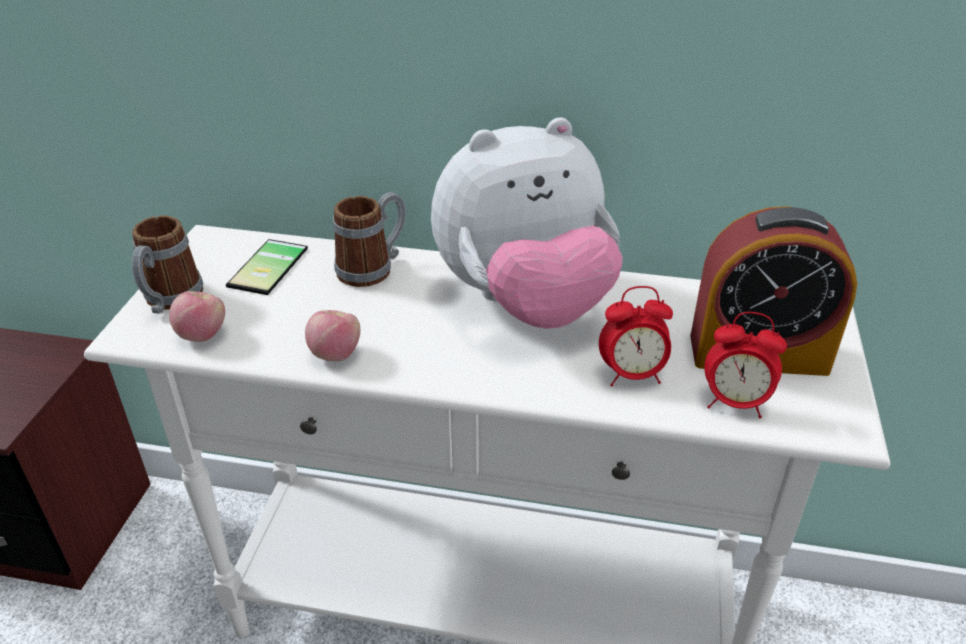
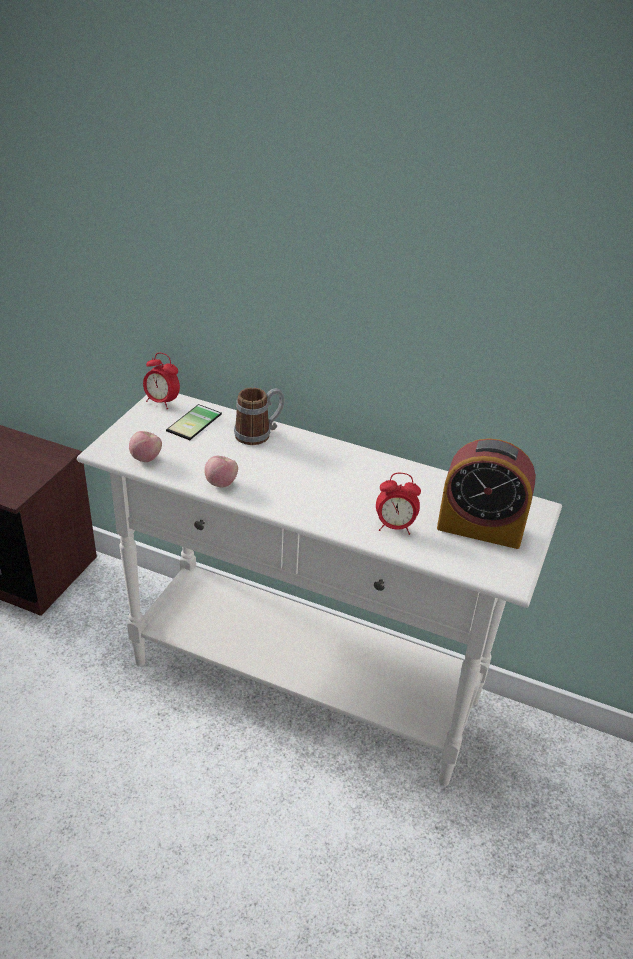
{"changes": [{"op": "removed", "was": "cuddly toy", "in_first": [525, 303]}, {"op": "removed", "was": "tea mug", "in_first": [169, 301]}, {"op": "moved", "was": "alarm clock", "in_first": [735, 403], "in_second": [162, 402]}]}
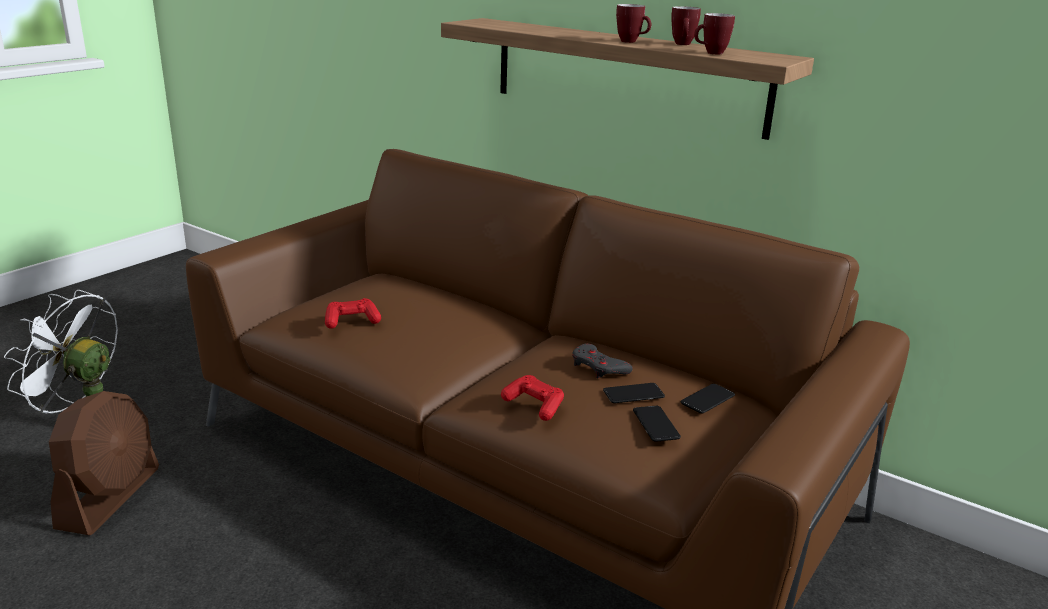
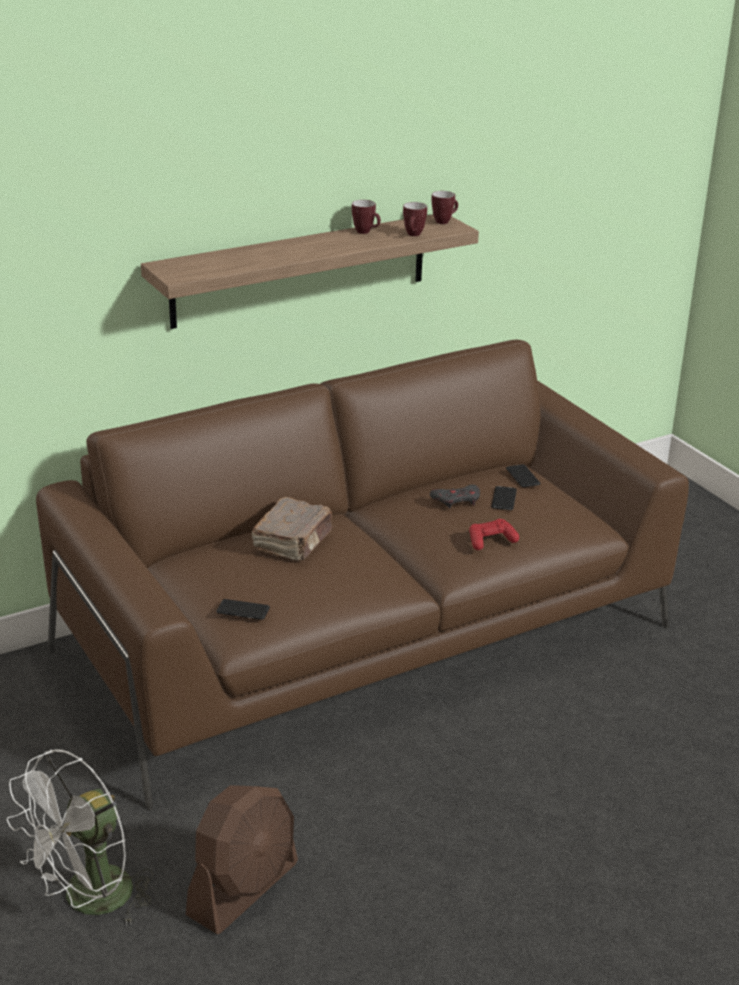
{"changes": [{"op": "moved", "was": "tea mug", "in_first": [632, 42], "in_second": [444, 221]}, {"op": "removed", "was": "reddish game controller", "in_first": [352, 321]}, {"op": "turned", "was": "brown-coloured electric fan", "in_first": [110, 497], "in_second": [243, 889], "clockwise": 90}, {"op": "moved", "was": "telephone", "in_first": [656, 424], "in_second": [243, 610]}, {"op": "added", "now": "brown-coloured bound book", "in_second": [294, 542]}]}
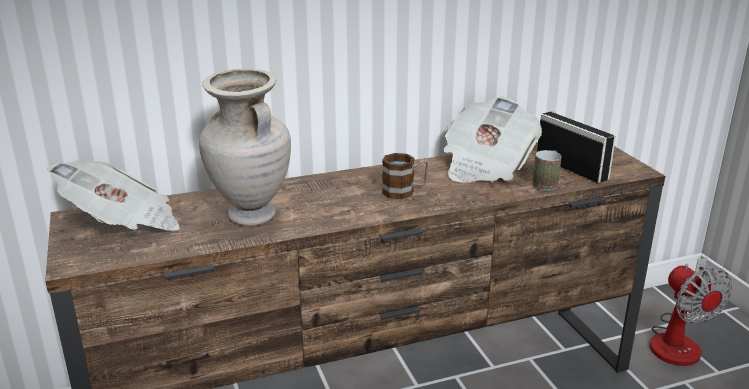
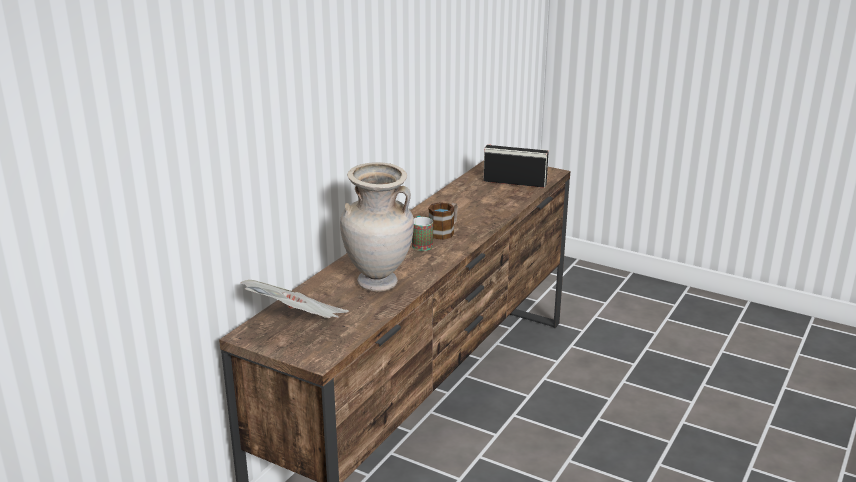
{"changes": [{"op": "removed", "was": "newspaper", "in_first": [485, 166]}, {"op": "moved", "was": "tea mug", "in_first": [546, 183], "in_second": [421, 244]}, {"op": "removed", "was": "electric fan", "in_first": [679, 340]}]}
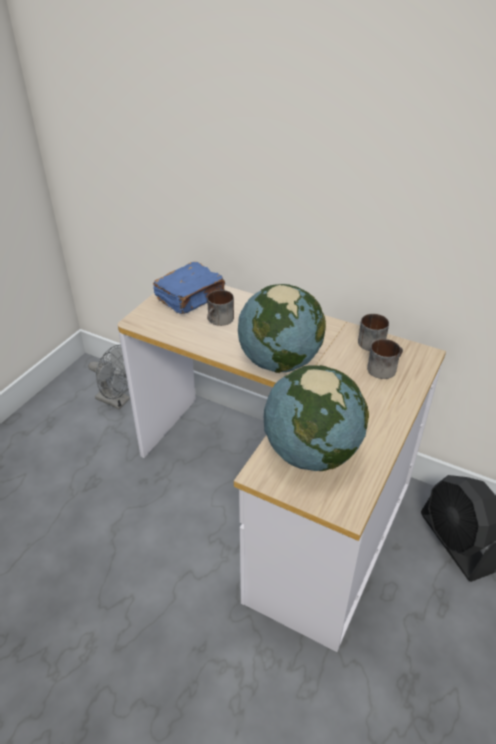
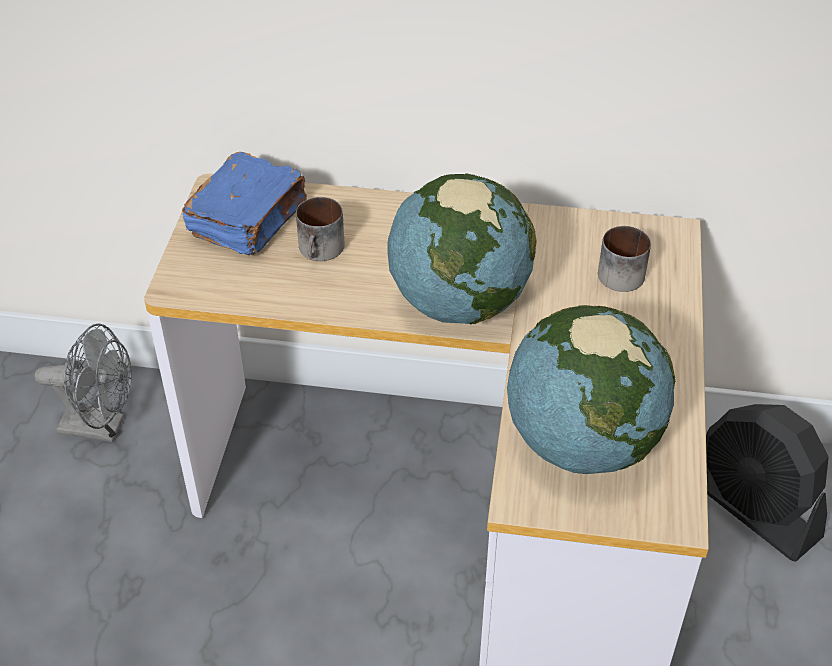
{"changes": [{"op": "removed", "was": "tea mug", "in_first": [369, 341]}]}
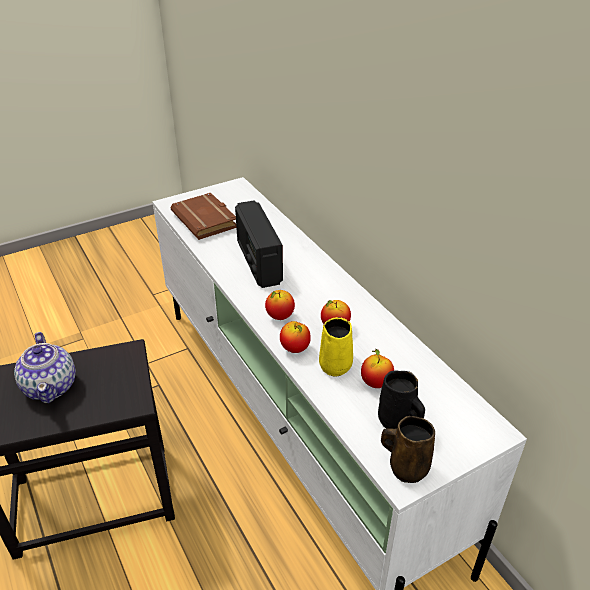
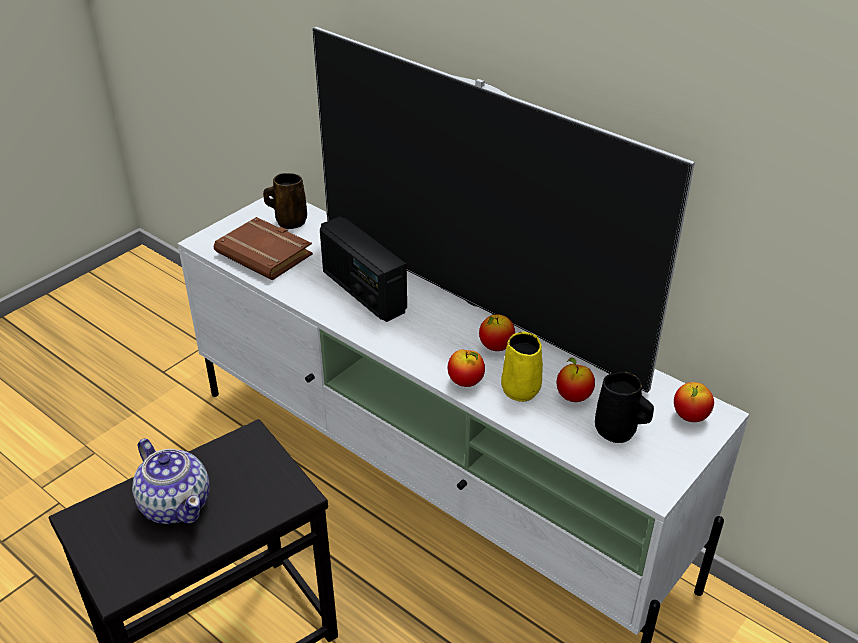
{"changes": [{"op": "moved", "was": "apple fruit", "in_first": [280, 316], "in_second": [690, 417]}, {"op": "moved", "was": "brown-coloured tea mug", "in_first": [406, 467], "in_second": [289, 221]}, {"op": "added", "now": "TV set", "in_second": [473, 302]}]}
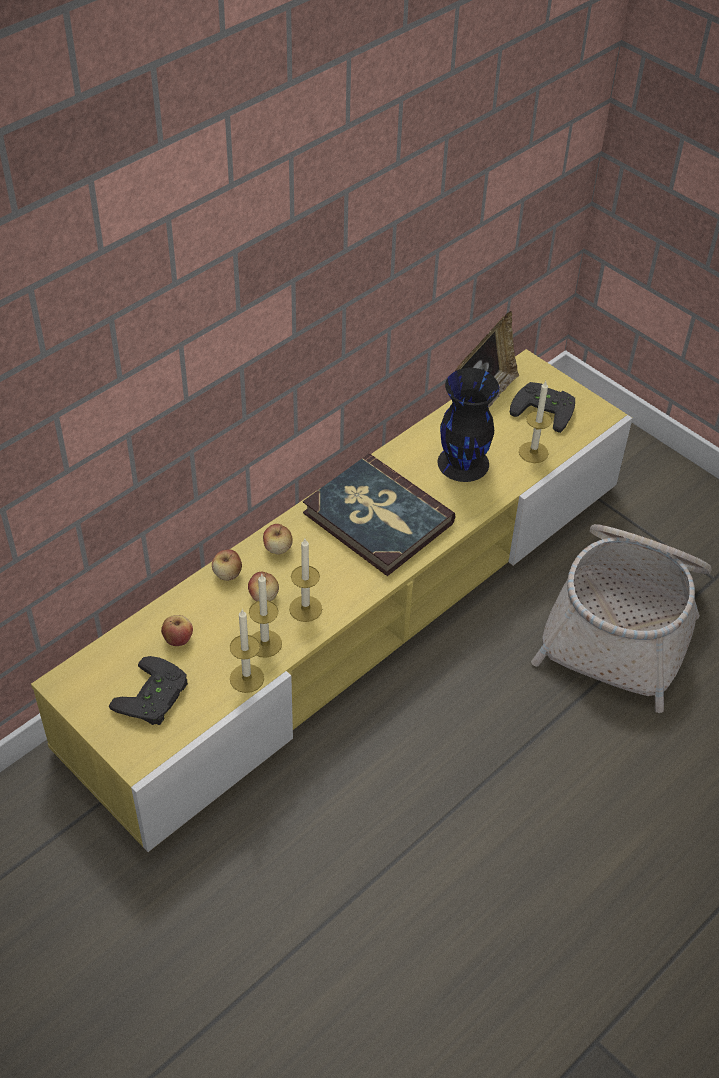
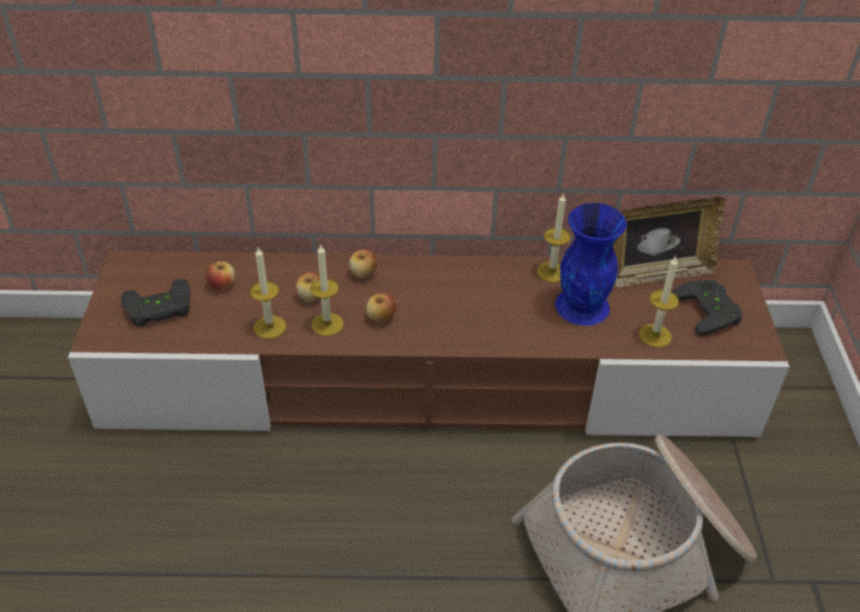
{"changes": [{"op": "recoloured", "was": "yellow tv unit", "now": "brown-coloured tv unit", "in_first": [358, 608], "in_second": [430, 381]}, {"op": "recoloured", "was": "blackish decorative vase", "now": "bluish decorative vase", "in_first": [464, 462], "in_second": [583, 306]}, {"op": "removed", "was": "bound book", "in_first": [377, 518]}, {"op": "moved", "was": "apple fruit", "in_first": [227, 574], "in_second": [381, 318]}, {"op": "moved", "was": "wax candle", "in_first": [246, 678], "in_second": [552, 272]}]}
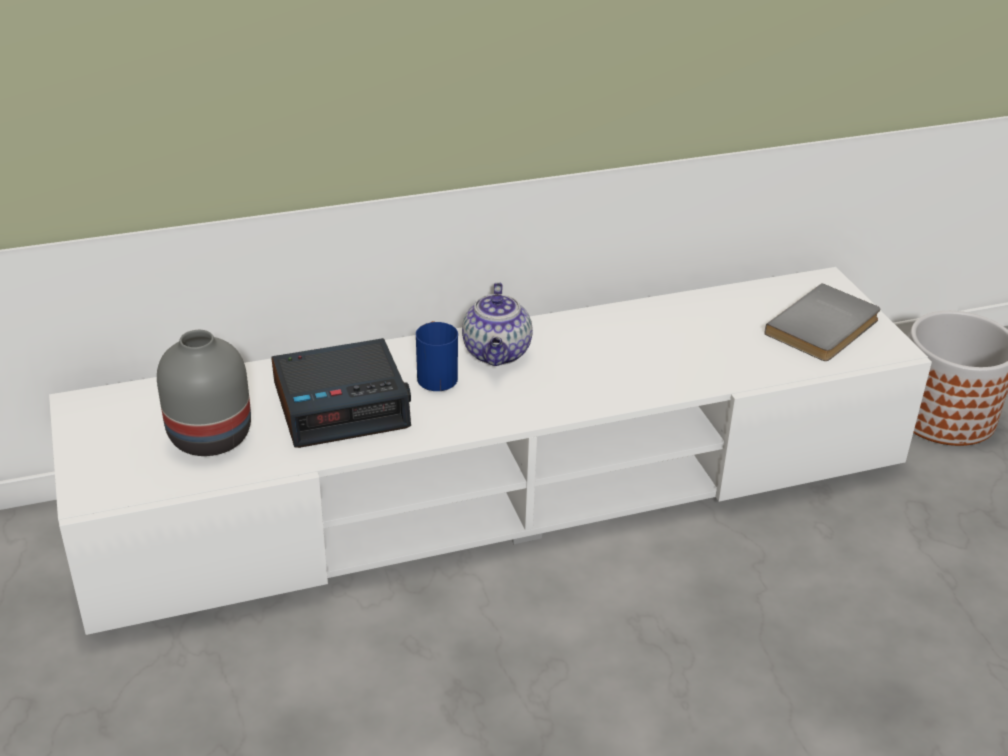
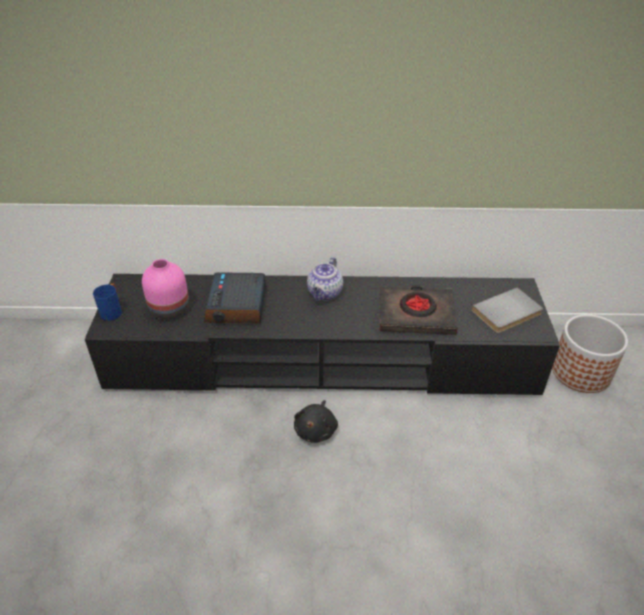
{"changes": [{"op": "recoloured", "was": "whitish tv unit", "now": "blackish tv unit", "in_first": [503, 487], "in_second": [323, 359]}, {"op": "moved", "was": "bluish tea mug", "in_first": [436, 375], "in_second": [112, 311]}, {"op": "recoloured", "was": "gray decorative vase", "now": "pinkish decorative vase", "in_first": [210, 438], "in_second": [169, 310]}, {"op": "turned", "was": "alarm clock", "in_first": [342, 405], "in_second": [237, 306], "clockwise": 90}, {"op": "added", "now": "blackish bound book", "in_second": [416, 315]}, {"op": "added", "now": "blackish cuddly toy", "in_second": [316, 430]}]}
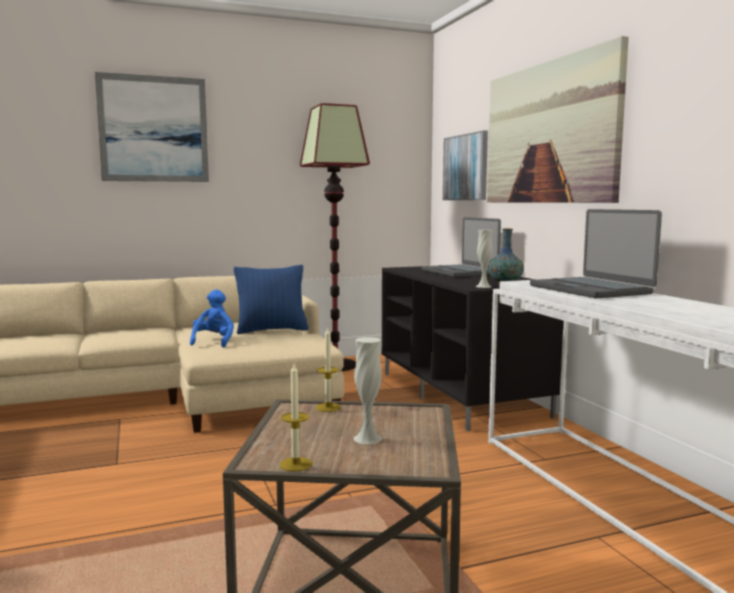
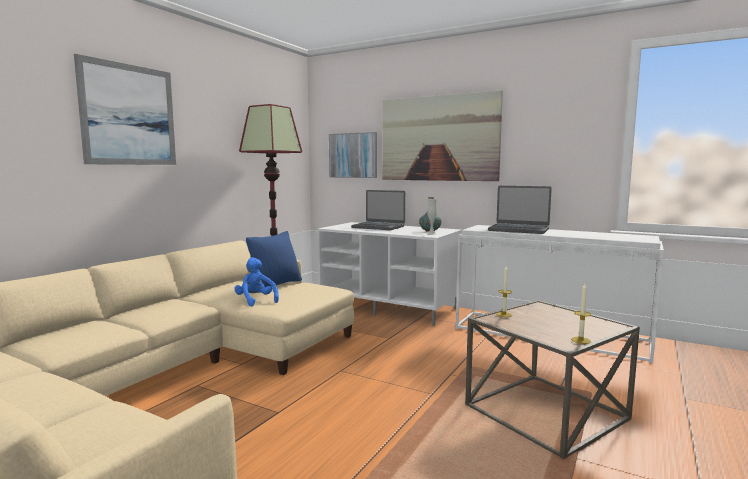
{"changes": [{"op": "recoloured", "was": "blackish tv unit", "now": "whitish tv unit", "in_first": [462, 394], "in_second": [390, 307]}, {"op": "removed", "was": "whitish decorative vase", "in_first": [368, 438]}]}
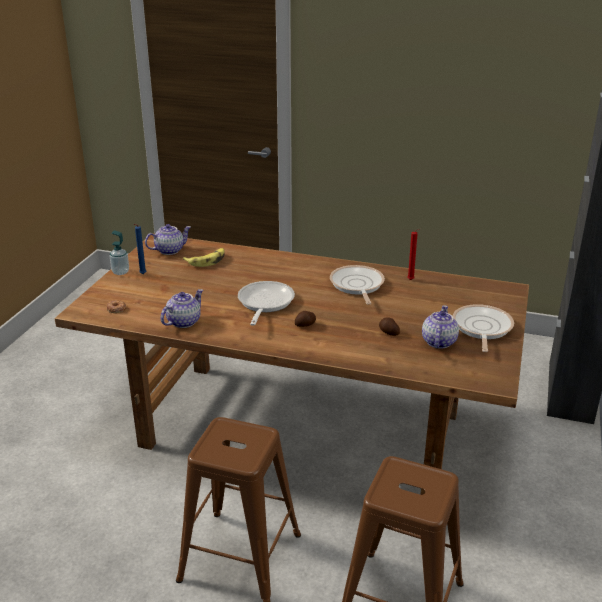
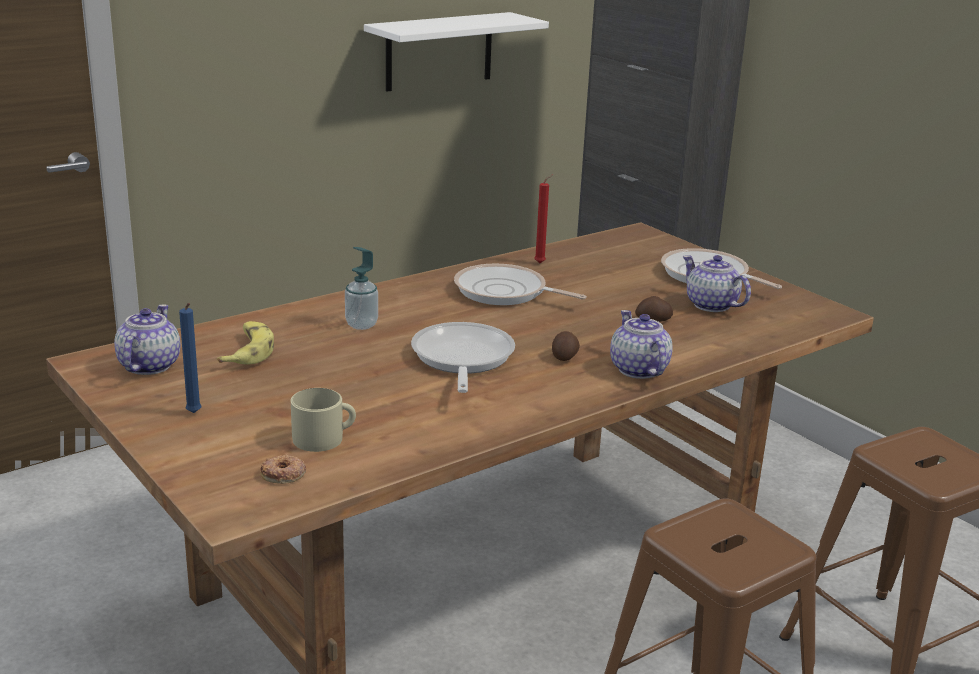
{"changes": [{"op": "moved", "was": "soap dispenser", "in_first": [120, 272], "in_second": [361, 325]}, {"op": "turned", "was": "frying pan", "in_first": [264, 303], "in_second": [461, 360], "clockwise": 45}, {"op": "moved", "was": "pot for tea", "in_first": [183, 321], "in_second": [637, 369]}, {"op": "added", "now": "whitish shelf", "in_second": [439, 51]}, {"op": "added", "now": "beige tea mug", "in_second": [324, 438]}]}
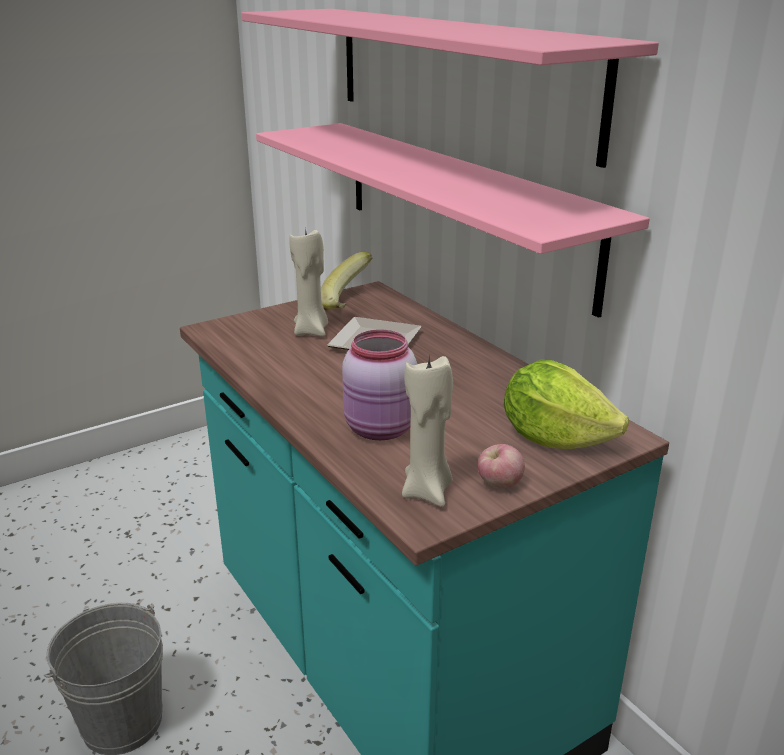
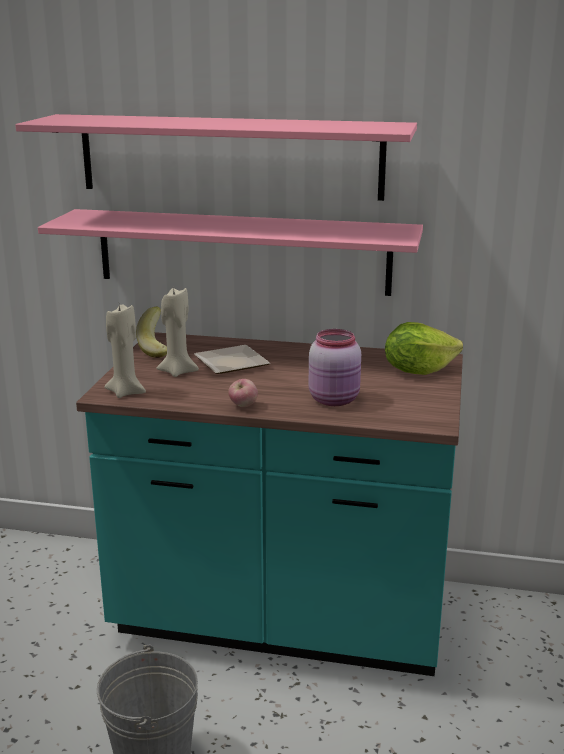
{"changes": [{"op": "moved", "was": "beige wax candle", "in_first": [428, 491], "in_second": [126, 392]}, {"op": "moved", "was": "apple fruit", "in_first": [499, 485], "in_second": [243, 406]}]}
